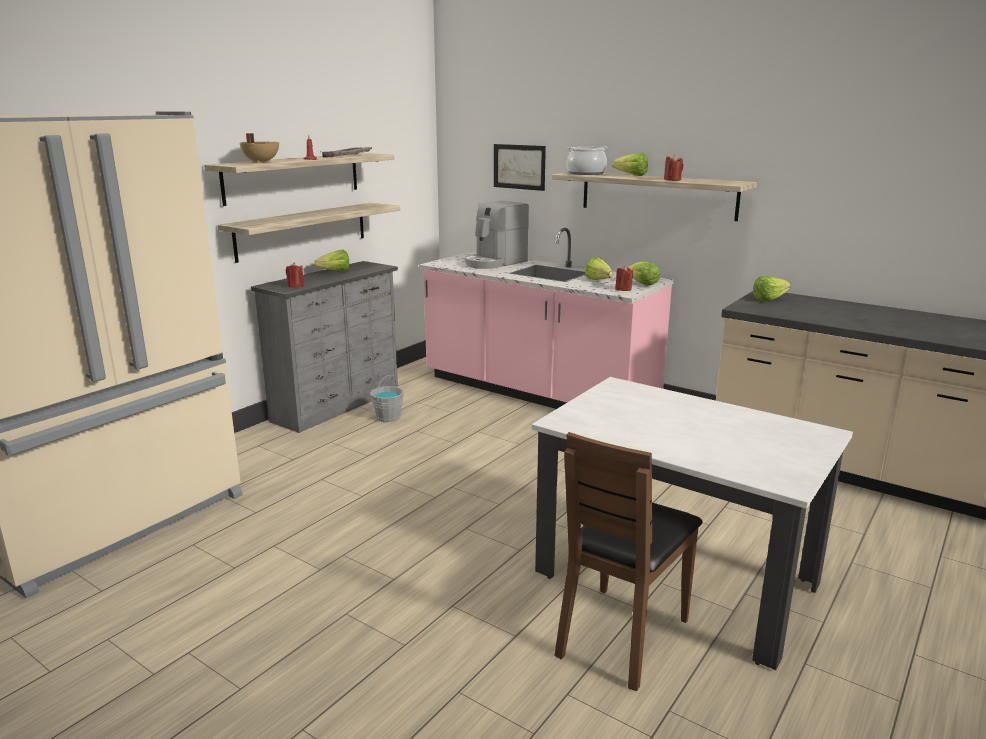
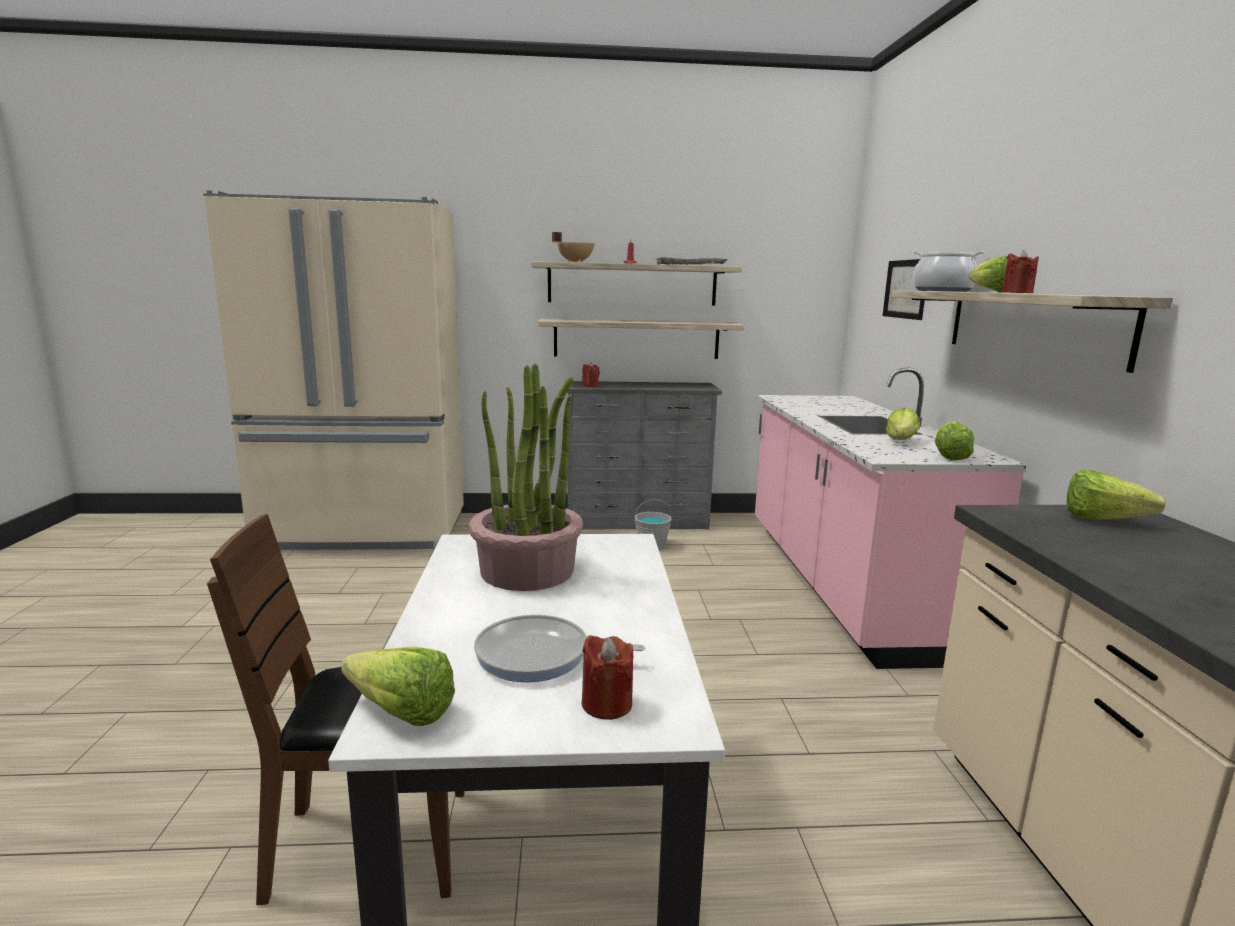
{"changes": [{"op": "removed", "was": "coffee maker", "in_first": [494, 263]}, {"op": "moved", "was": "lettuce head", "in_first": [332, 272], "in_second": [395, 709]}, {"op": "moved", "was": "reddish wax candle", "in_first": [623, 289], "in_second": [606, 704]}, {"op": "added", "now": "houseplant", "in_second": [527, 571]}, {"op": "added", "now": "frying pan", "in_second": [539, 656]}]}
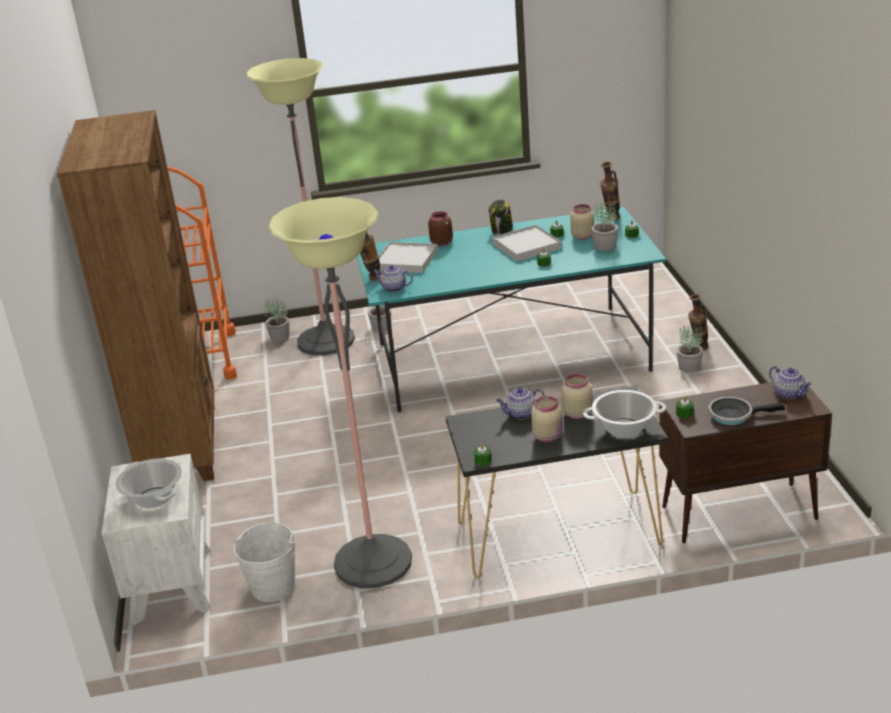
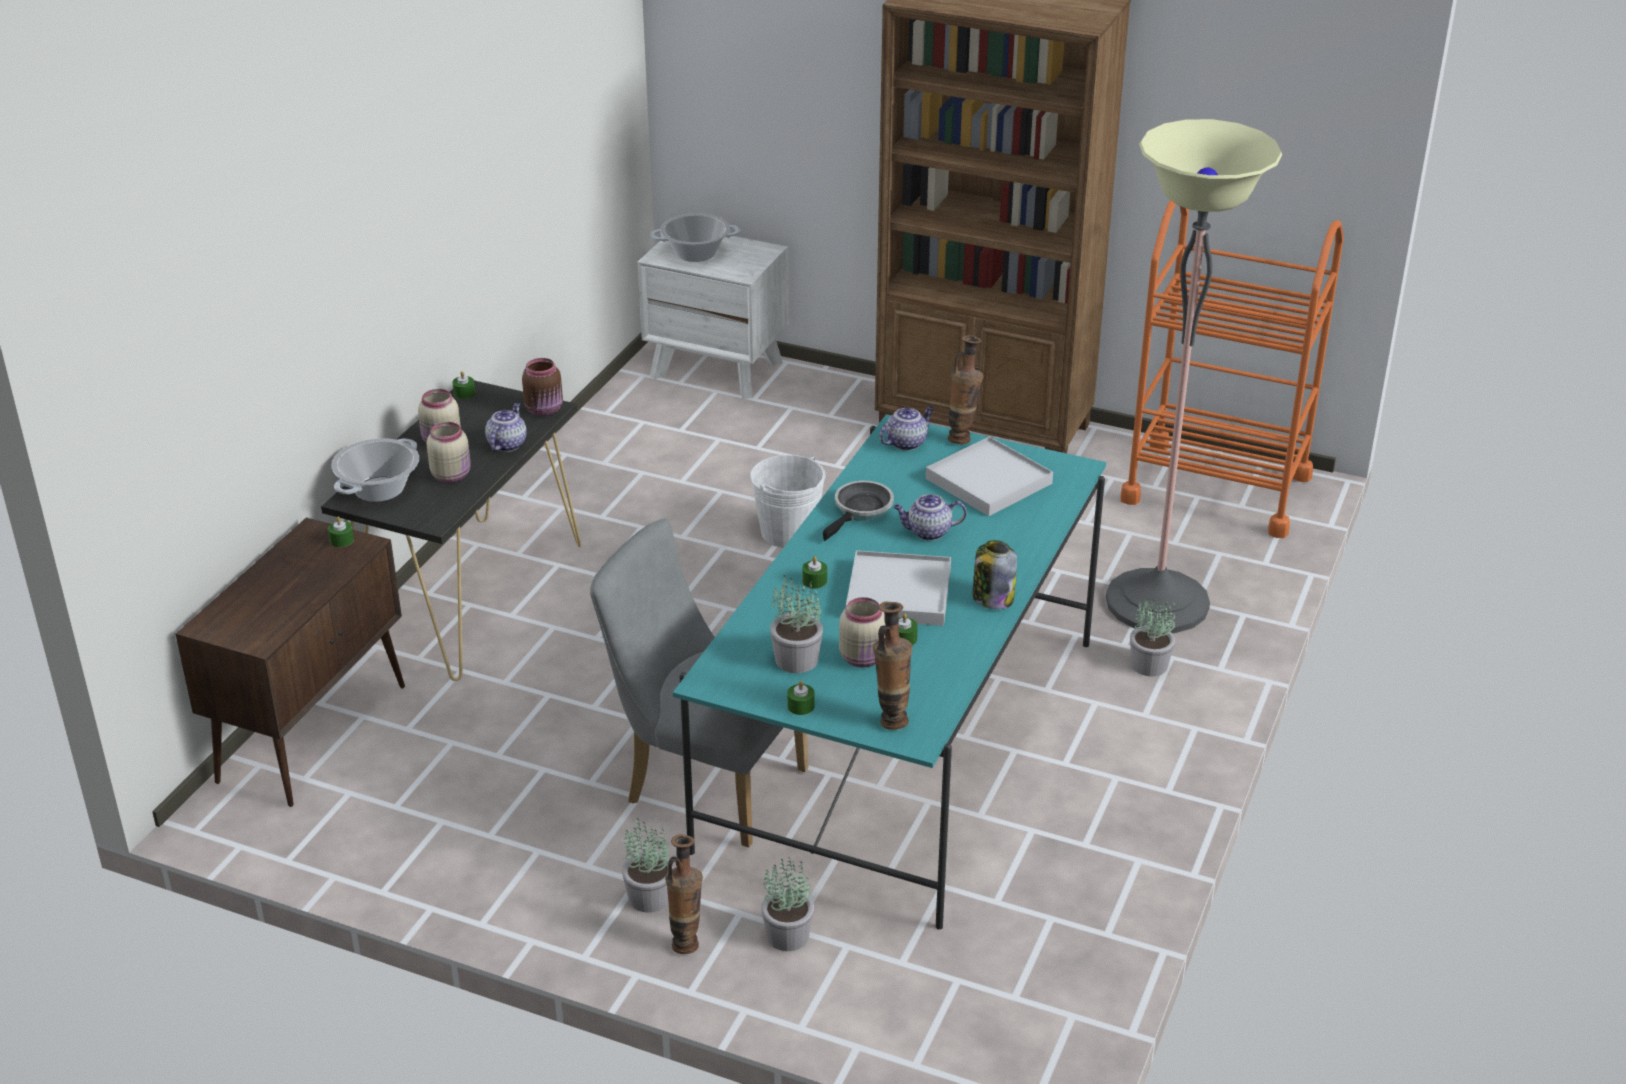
{"changes": [{"op": "removed", "was": "floor lamp", "in_first": [373, 562]}, {"op": "moved", "was": "brown-coloured jar", "in_first": [441, 243], "in_second": [545, 410]}, {"op": "moved", "was": "houseplant", "in_first": [279, 337], "in_second": [787, 935]}, {"op": "moved", "was": "pot for tea", "in_first": [789, 394], "in_second": [928, 532]}, {"op": "moved", "was": "frying pan", "in_first": [734, 415], "in_second": [861, 511]}, {"op": "moved", "was": "whitish bucket", "in_first": [273, 587], "in_second": [788, 532]}, {"op": "added", "now": "gray chair", "in_second": [704, 783]}]}
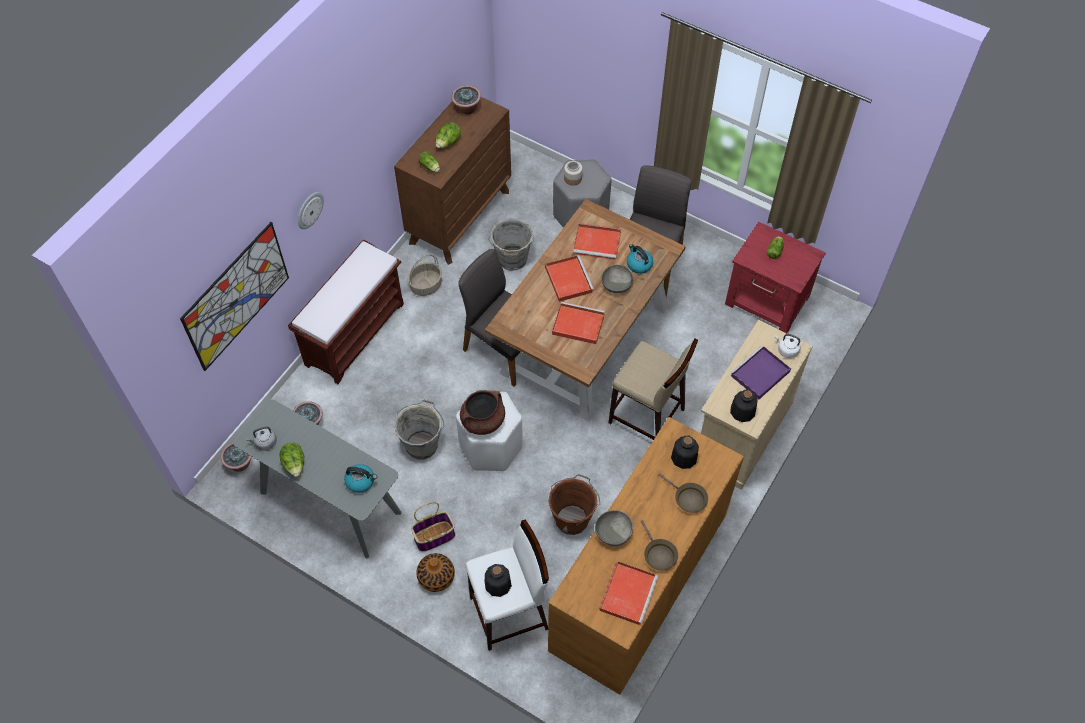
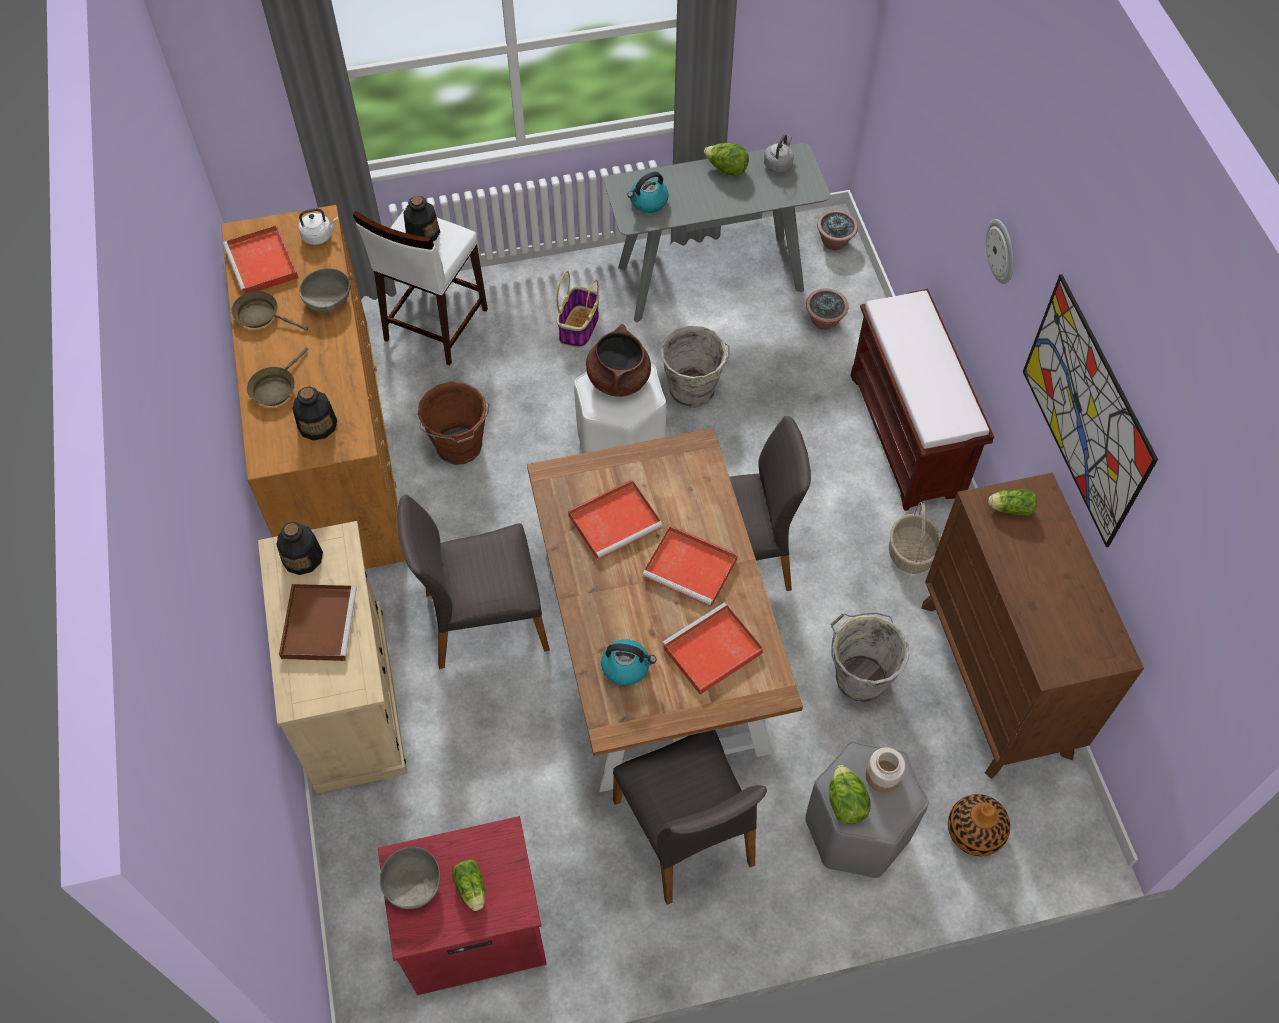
{"changes": [{"op": "removed", "was": "houseplant", "in_first": [467, 108]}, {"op": "moved", "was": "lettuce head", "in_first": [448, 143], "in_second": [845, 802]}, {"op": "moved", "was": "wall art", "in_first": [236, 296], "in_second": [1085, 411]}, {"op": "moved", "was": "gray serving bowl", "in_first": [616, 285], "in_second": [413, 883]}, {"op": "moved", "was": "whitish kettle", "in_first": [786, 350], "in_second": [319, 236]}, {"op": "replaced", "was": "beige stool seat", "now": "gray chair", "in_first": [647, 417], "in_second": [484, 619]}, {"op": "recoloured", "was": "purple-coloured tray", "now": "brown-coloured tray", "in_first": [759, 374], "in_second": [318, 622]}, {"op": "turned", "was": "brown-coloured frying pan", "in_first": [688, 498], "in_second": [275, 388], "clockwise": -60}, {"op": "moved", "was": "decorative vase", "in_first": [436, 577], "in_second": [974, 831]}]}
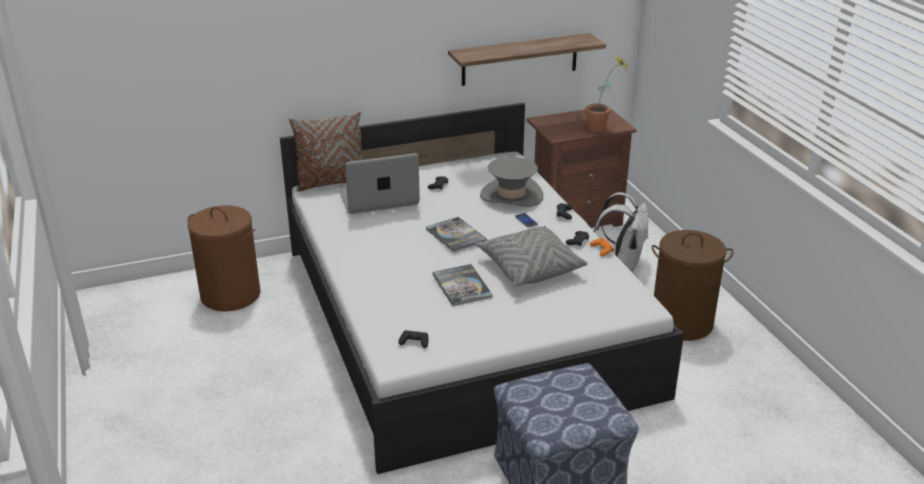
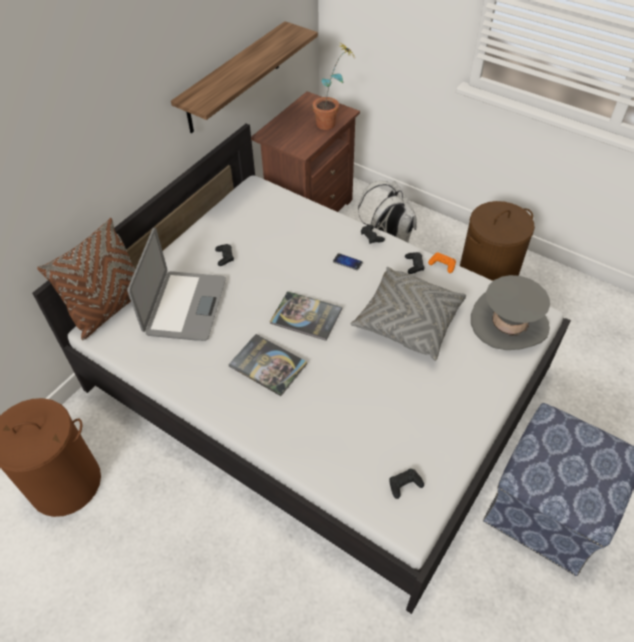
{"changes": [{"op": "turned", "was": "laptop", "in_first": [379, 198], "in_second": [184, 306], "clockwise": 150}, {"op": "moved", "was": "gray hat", "in_first": [511, 195], "in_second": [509, 323]}, {"op": "moved", "was": "bound book", "in_first": [462, 286], "in_second": [268, 365]}]}
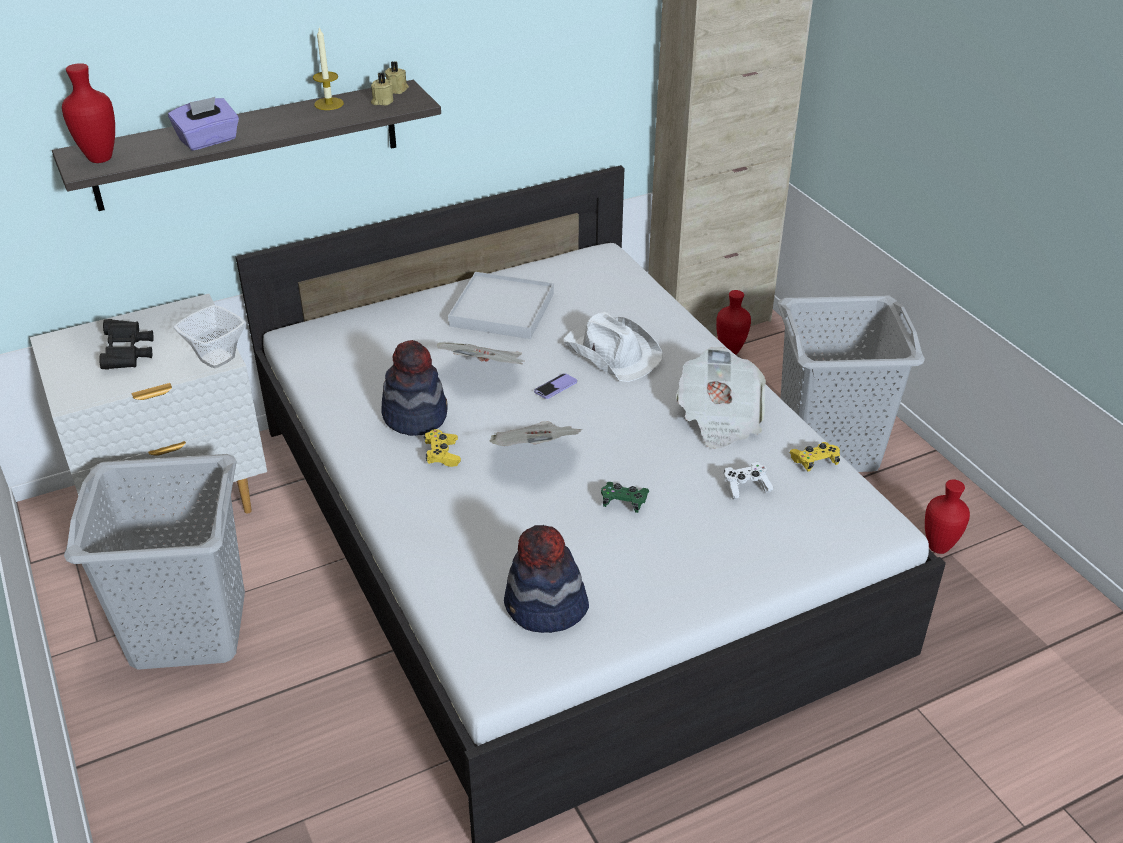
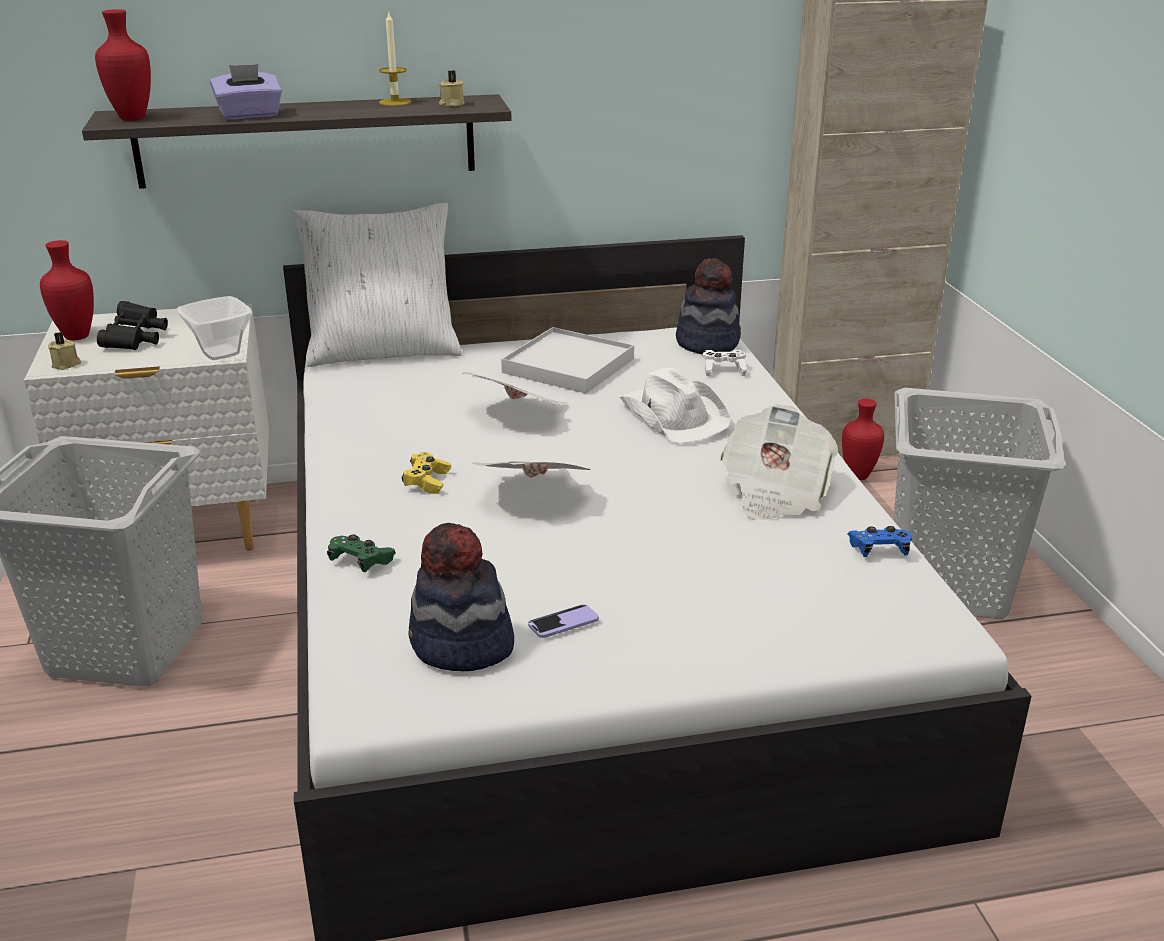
{"changes": [{"op": "moved", "was": "beige wax candle", "in_first": [397, 89], "in_second": [67, 364]}, {"op": "moved", "was": "hat", "in_first": [415, 416], "in_second": [707, 343]}, {"op": "moved", "was": "telephone", "in_first": [555, 387], "in_second": [563, 623]}, {"op": "recoloured", "was": "yellow game controller", "now": "bluish game controller", "in_first": [814, 462], "in_second": [879, 550]}, {"op": "moved", "was": "whitish game controller", "in_first": [746, 487], "in_second": [724, 370]}, {"op": "moved", "was": "reddish decorative vase", "in_first": [939, 547], "in_second": [78, 337]}, {"op": "moved", "was": "green game controller", "in_first": [624, 502], "in_second": [361, 561]}, {"op": "added", "now": "whitish pillow", "in_second": [383, 351]}]}
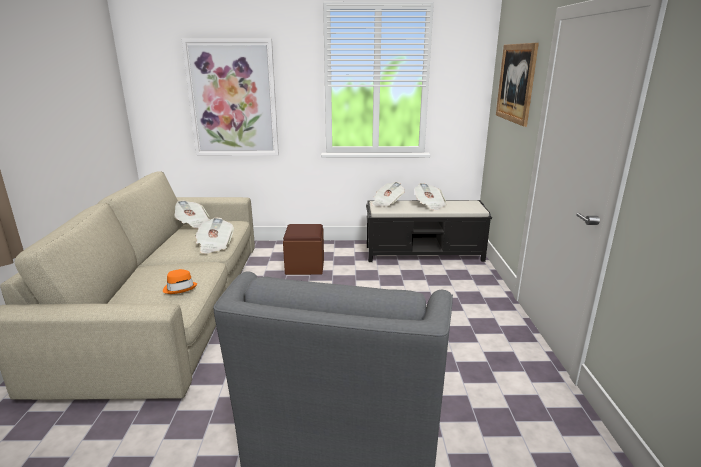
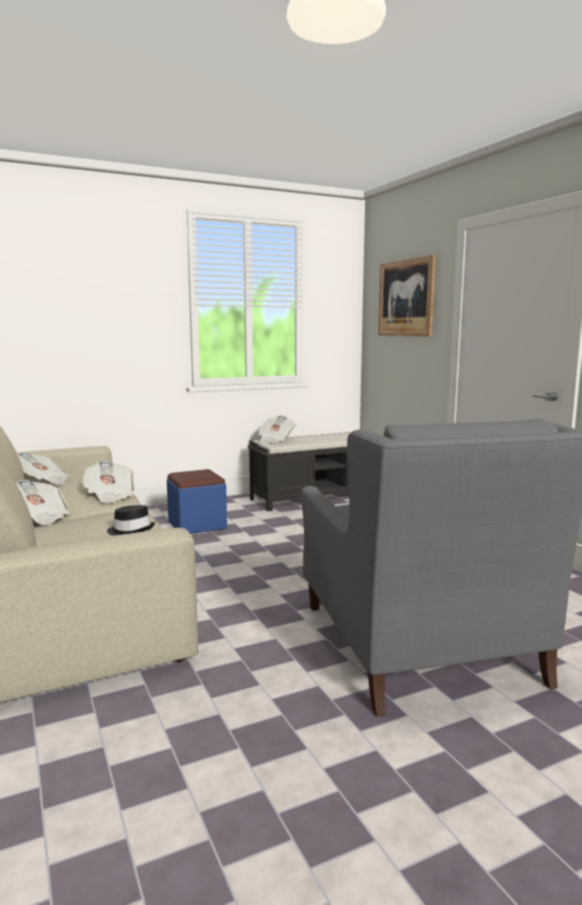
{"changes": [{"op": "removed", "was": "wall art", "in_first": [233, 99]}, {"op": "moved", "was": "newspaper", "in_first": [430, 205], "in_second": [39, 517]}, {"op": "recoloured", "was": "brown-coloured ottoman", "now": "bluish ottoman", "in_first": [305, 266], "in_second": [197, 525]}, {"op": "recoloured", "was": "orange-coloured hat", "now": "blackish hat", "in_first": [180, 288], "in_second": [131, 530]}]}
